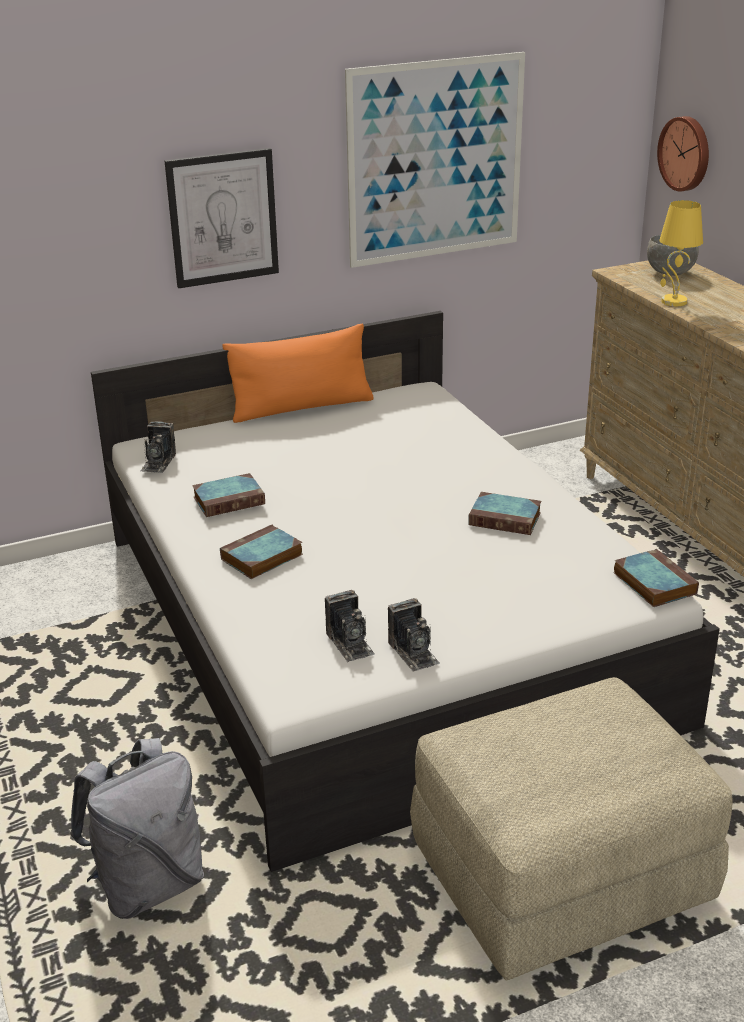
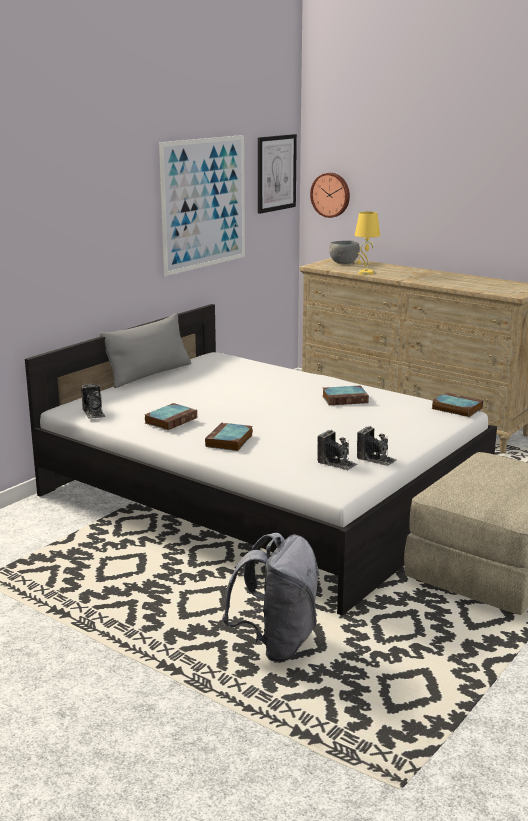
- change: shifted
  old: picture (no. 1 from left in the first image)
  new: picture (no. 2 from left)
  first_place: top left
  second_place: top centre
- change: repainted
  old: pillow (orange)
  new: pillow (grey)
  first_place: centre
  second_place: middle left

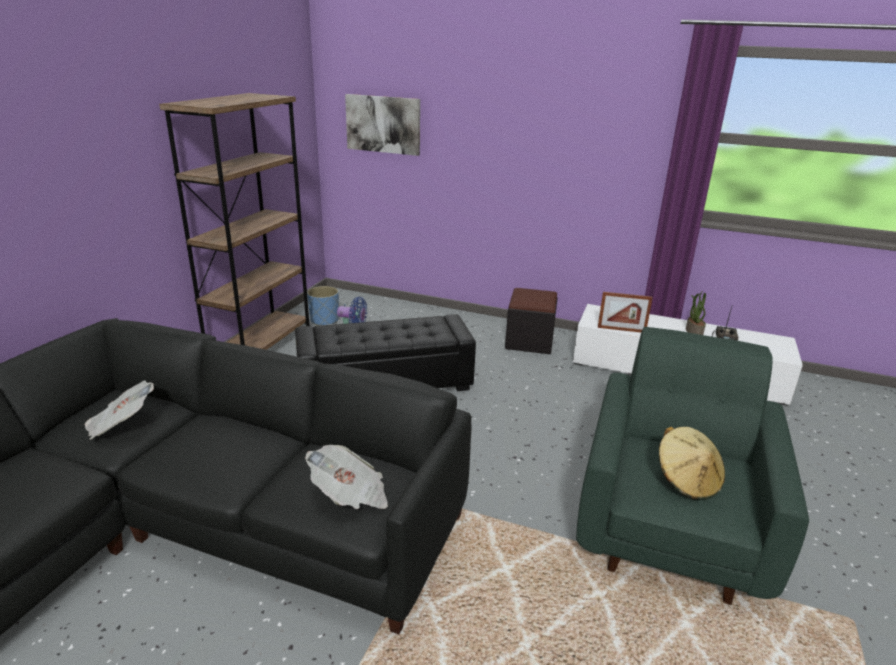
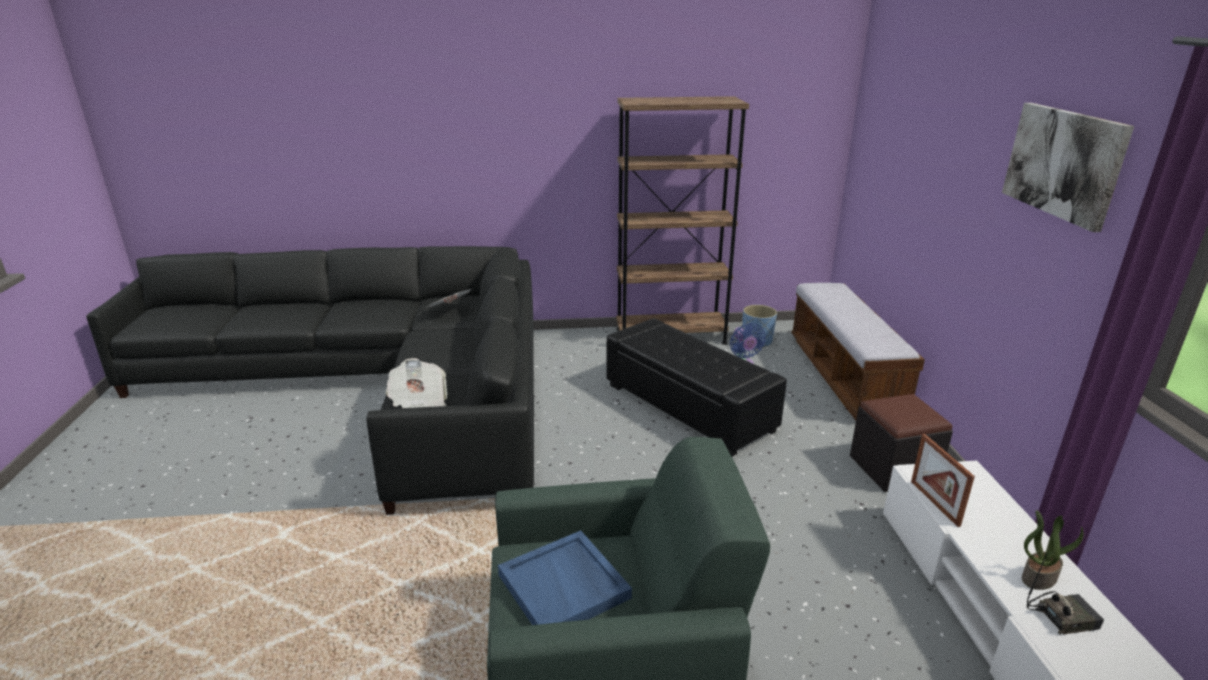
- change: new
  new: bench
  second_place: middle right
- change: shifted
  old: picture
  first_place: top centre
  second_place: top right
- change: swapped
  old: hat (beige)
  new: tray (blue)
  first_place: bottom right
  second_place: bottom centre

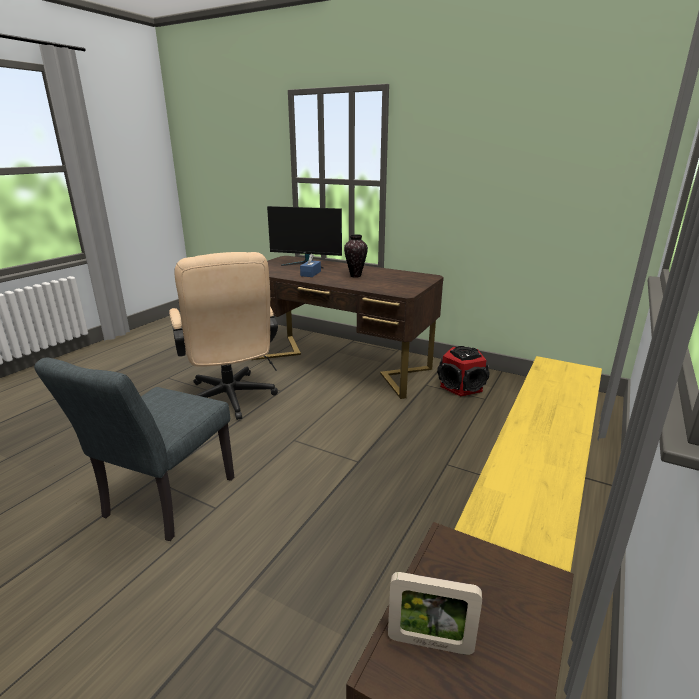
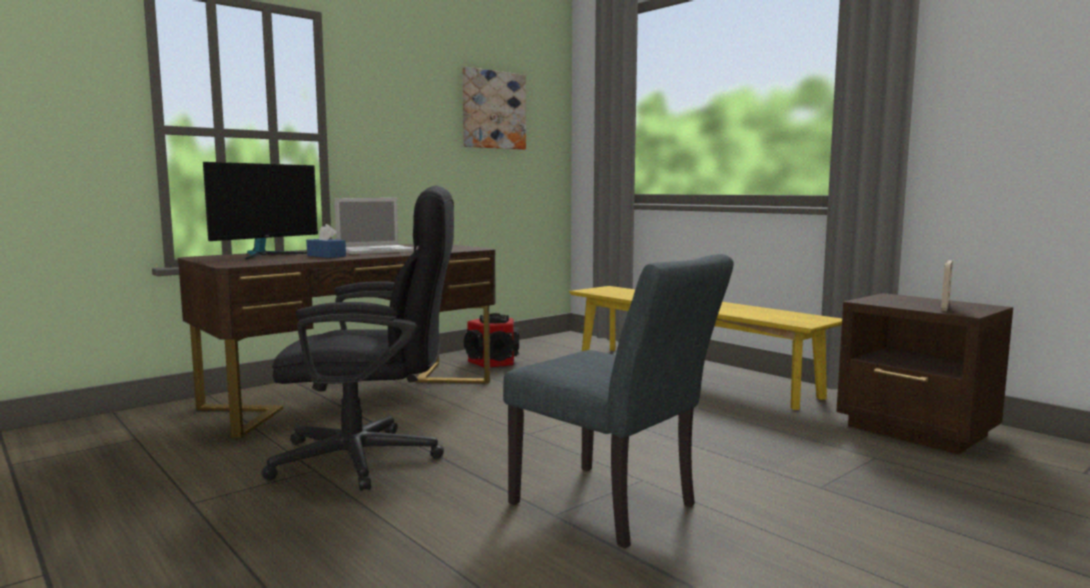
- change: new
  new: picture
  second_place: top centre
- change: swapped
  old: vase
  new: laptop
  first_place: centre
  second_place: centre
- change: repainted
  old: office chair (beige)
  new: office chair (black)
  first_place: middle left
  second_place: middle left

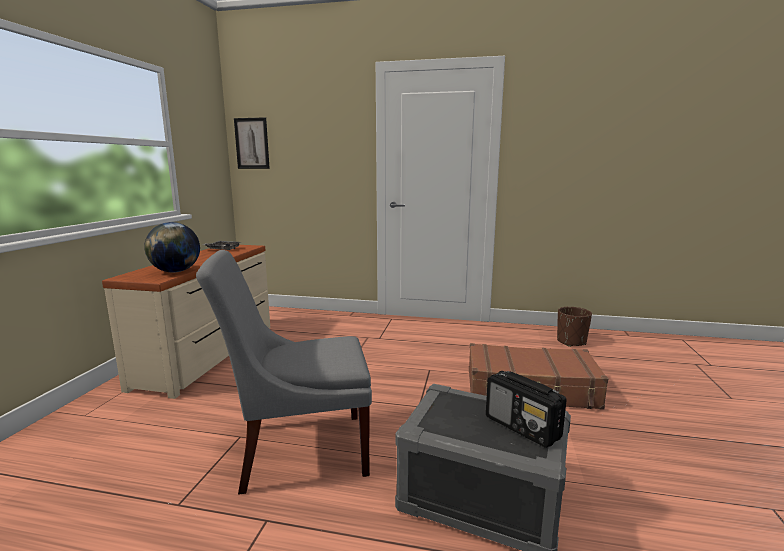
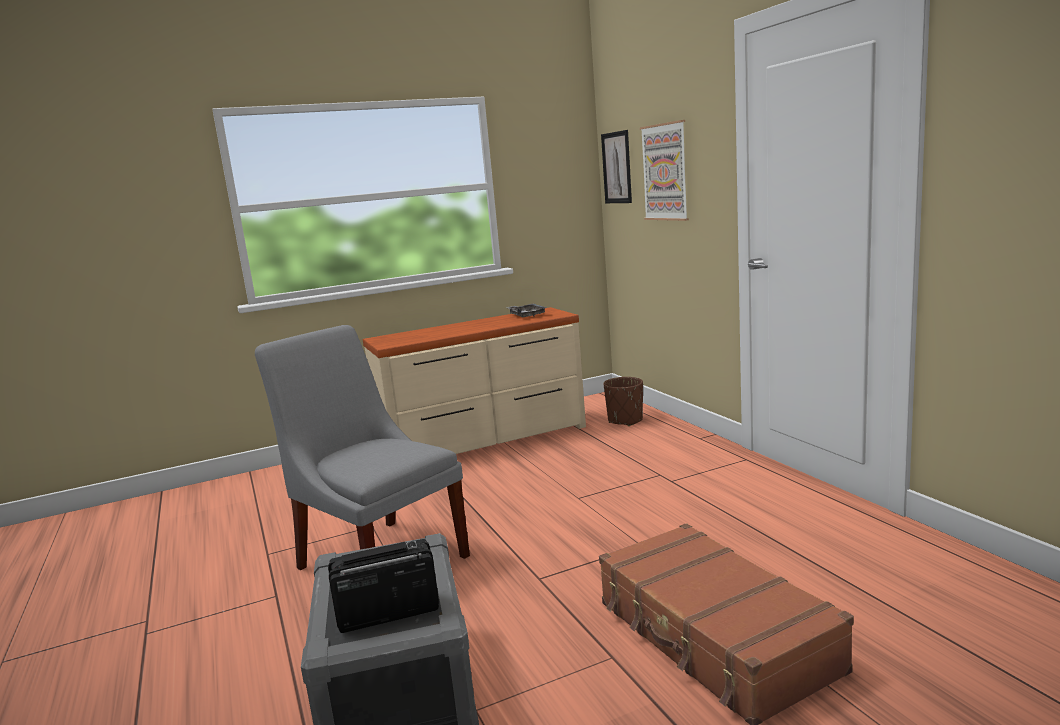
- change: gone
  old: globe
  first_place: middle left
- change: new
  new: picture (no. 2 from left)
  second_place: top centre
- change: shifted
  old: planter (brown)
  first_place: middle right
  second_place: centre
- change: rotated
  old: radio
  first_place: bottom right
  second_place: bottom centre
  degrees: 60

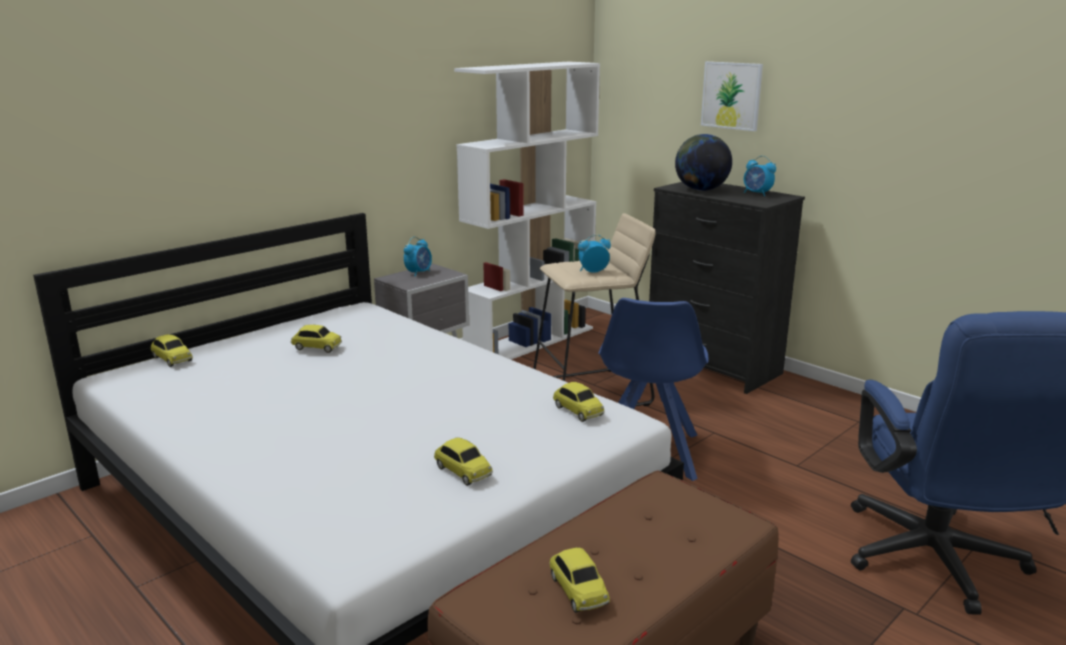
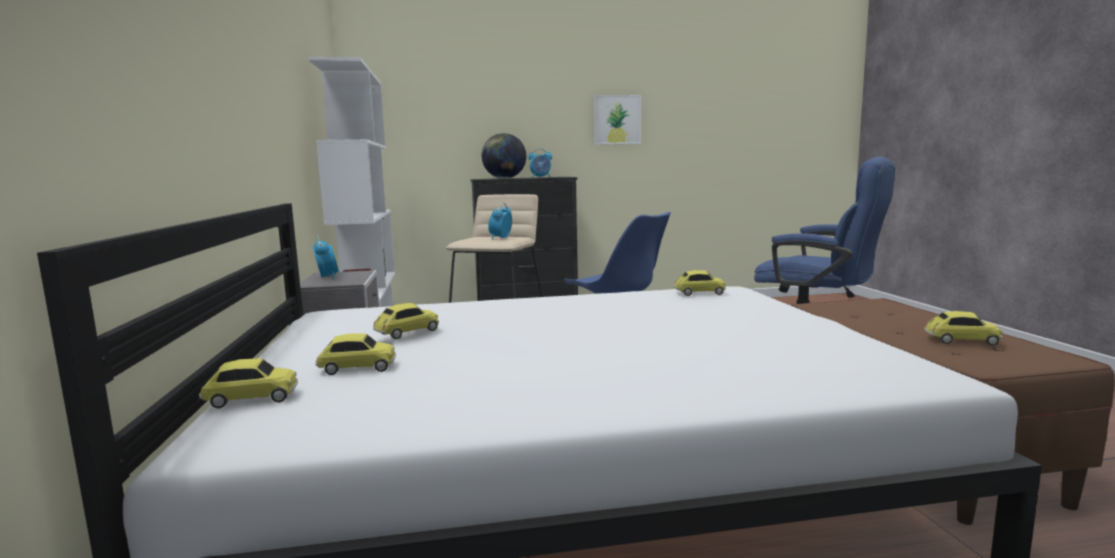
- change: shifted
  old: toy car (no. 3 from left in the first image)
  new: toy car (no. 2 from left)
  first_place: bottom centre
  second_place: middle left
- change: shifted
  old: picture
  first_place: top right
  second_place: top centre

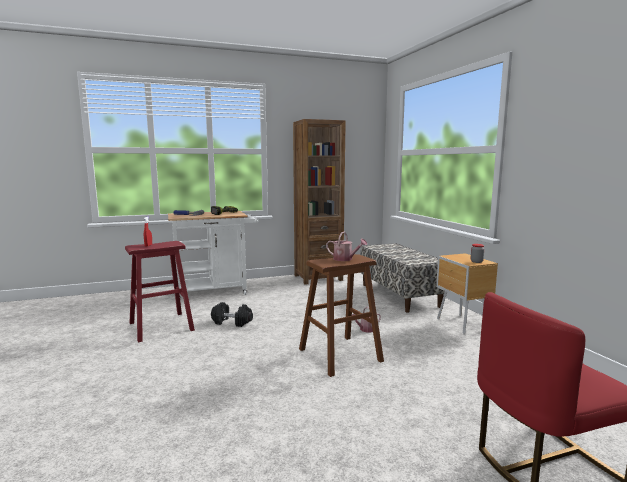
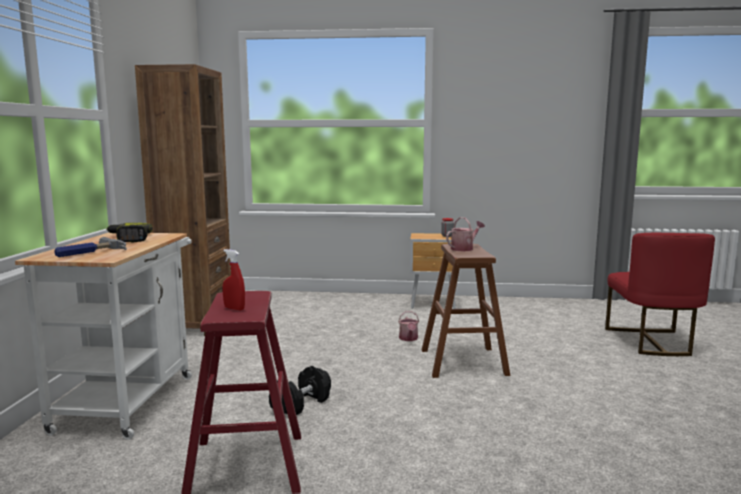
- change: gone
  old: bench
  first_place: centre

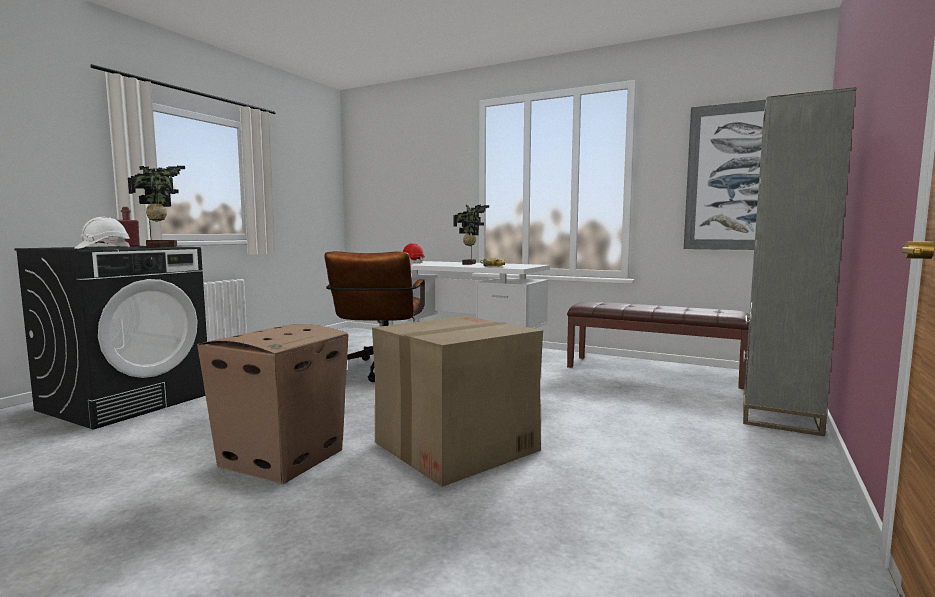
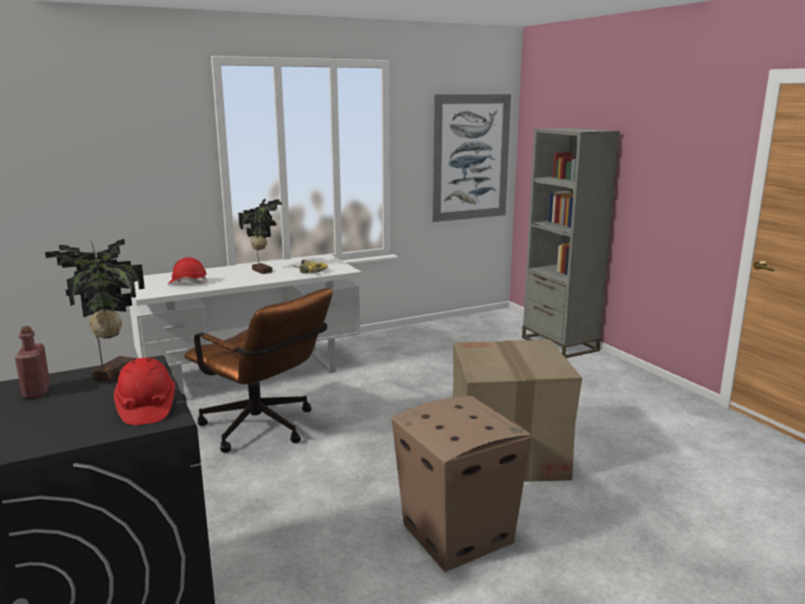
- change: gone
  old: bench (brown)
  first_place: middle right
- change: repainted
  old: hard hat (white)
  new: hard hat (red) (no. 1 from left)
  first_place: middle left
  second_place: middle left

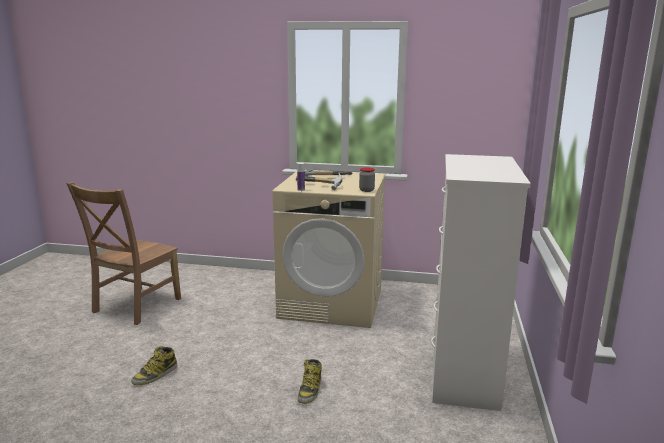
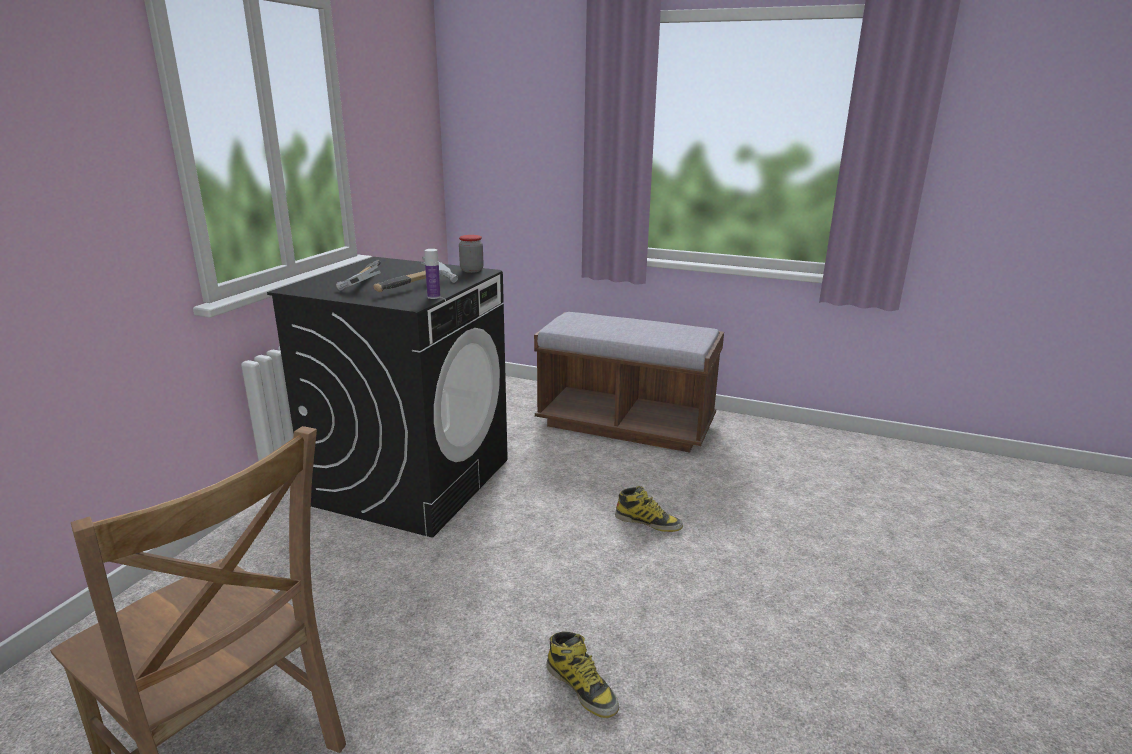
- change: swapped
  old: dresser (white)
  new: bench (brown)
  first_place: middle right
  second_place: centre
- change: repainted
  old: washing machine (beige)
  new: washing machine (black)
  first_place: centre
  second_place: centre

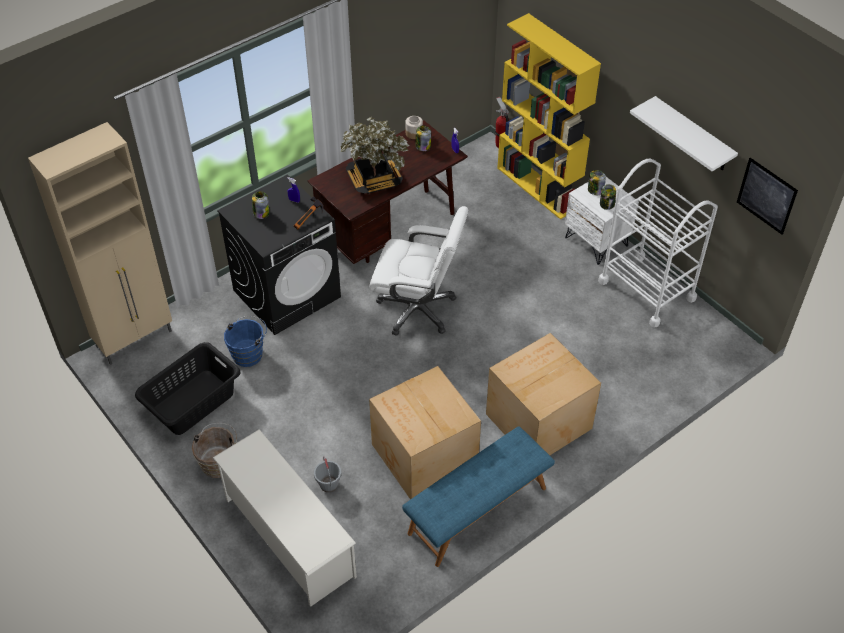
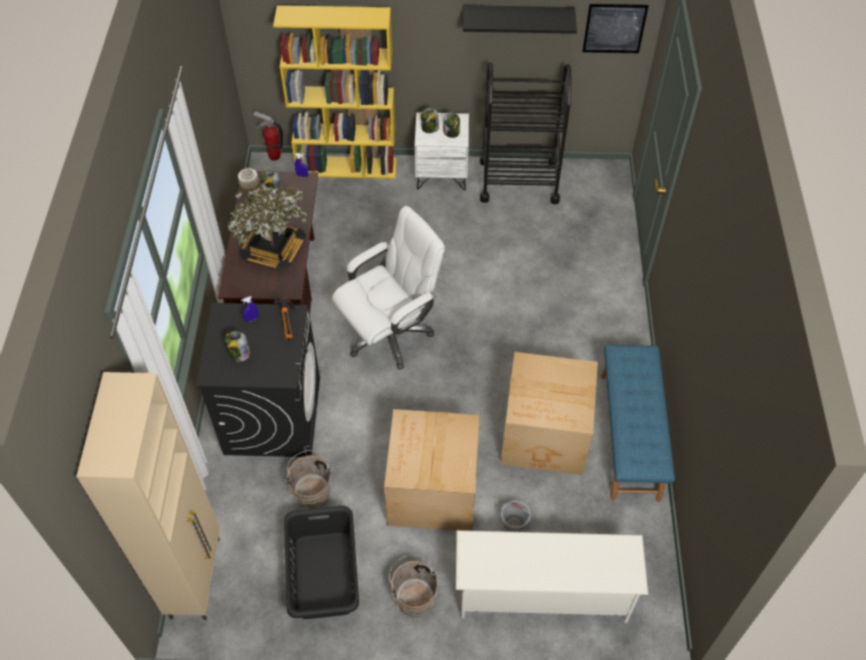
- change: shifted
  old: cardboard box (no. 2 from left in the first image)
  new: cardboard box (no. 1 from left)
  first_place: centre
  second_place: bottom centre
- change: repainted
  old: bucket (blue)
  new: bucket (brown) (no. 1 from left)
  first_place: middle left
  second_place: bottom centre
- change: repainted
  old: cart (white)
  new: cart (black)
  first_place: middle right
  second_place: top centre
- change: repainted
  old: shelf (white)
  new: shelf (black)
  first_place: top right
  second_place: top centre

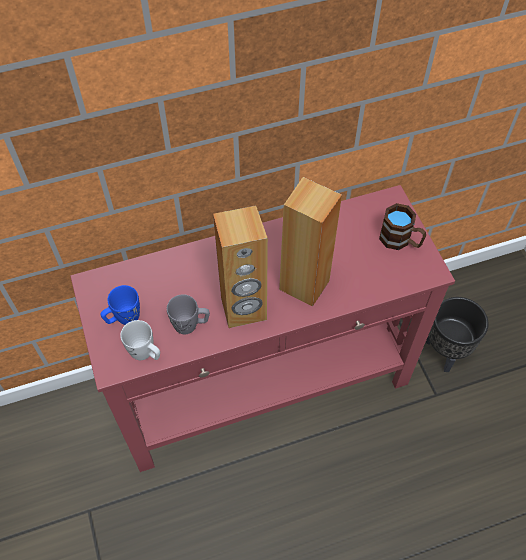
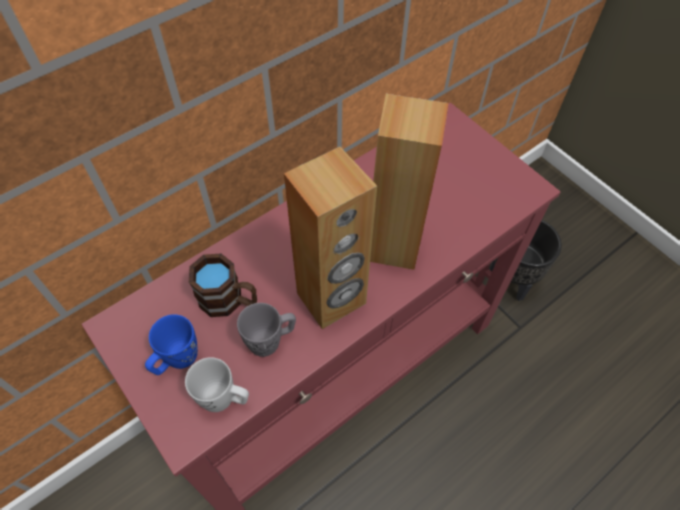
- change: shifted
  old: mug (brown)
  first_place: middle right
  second_place: middle left

